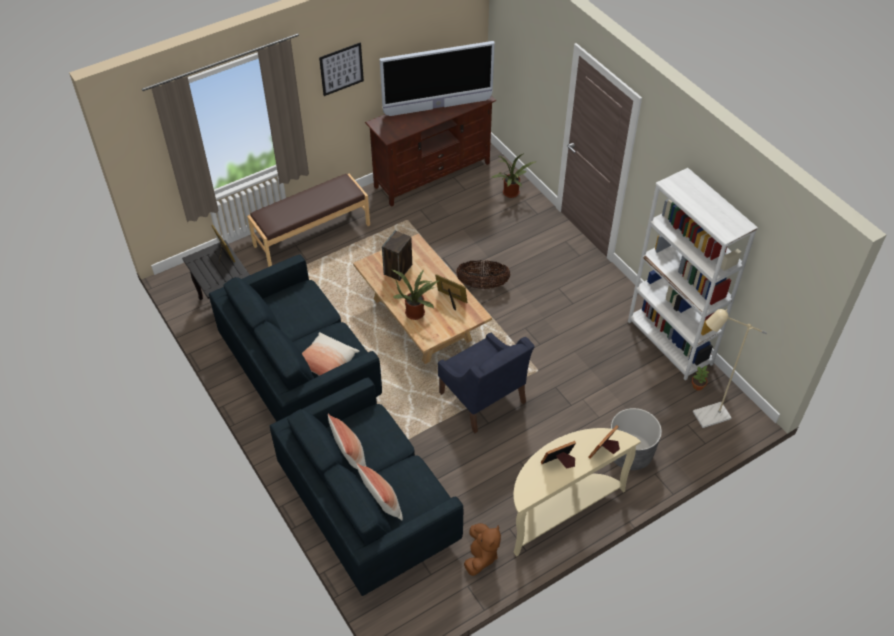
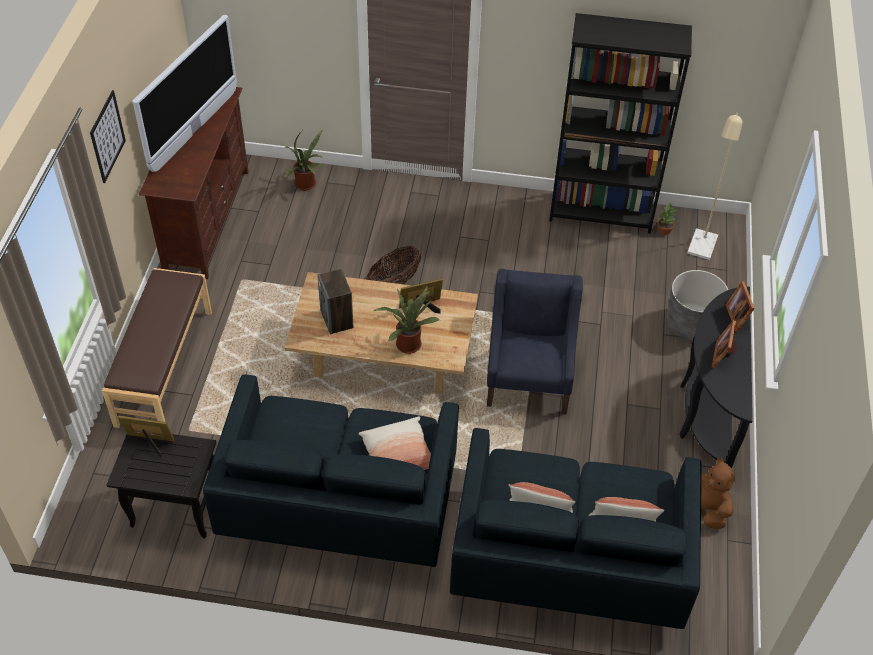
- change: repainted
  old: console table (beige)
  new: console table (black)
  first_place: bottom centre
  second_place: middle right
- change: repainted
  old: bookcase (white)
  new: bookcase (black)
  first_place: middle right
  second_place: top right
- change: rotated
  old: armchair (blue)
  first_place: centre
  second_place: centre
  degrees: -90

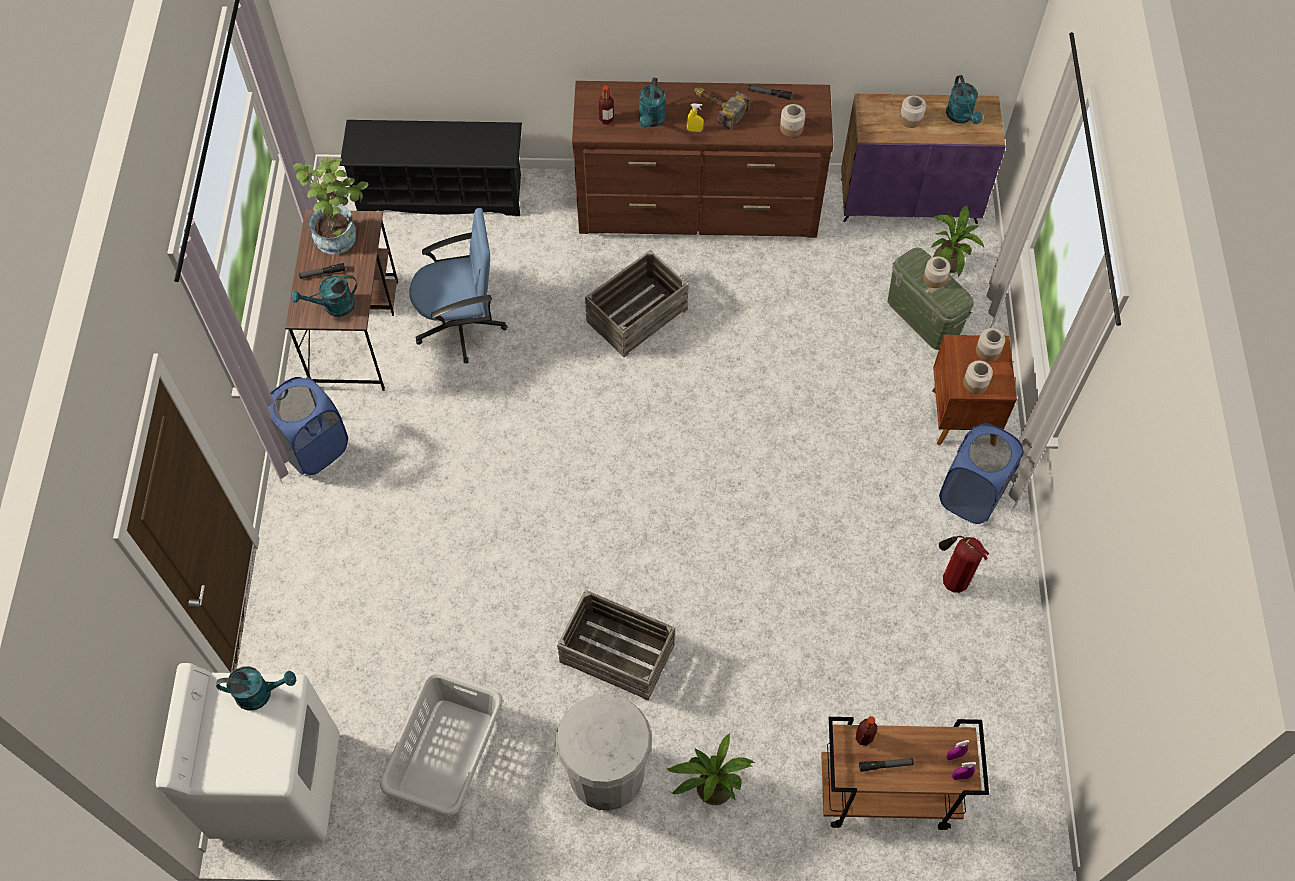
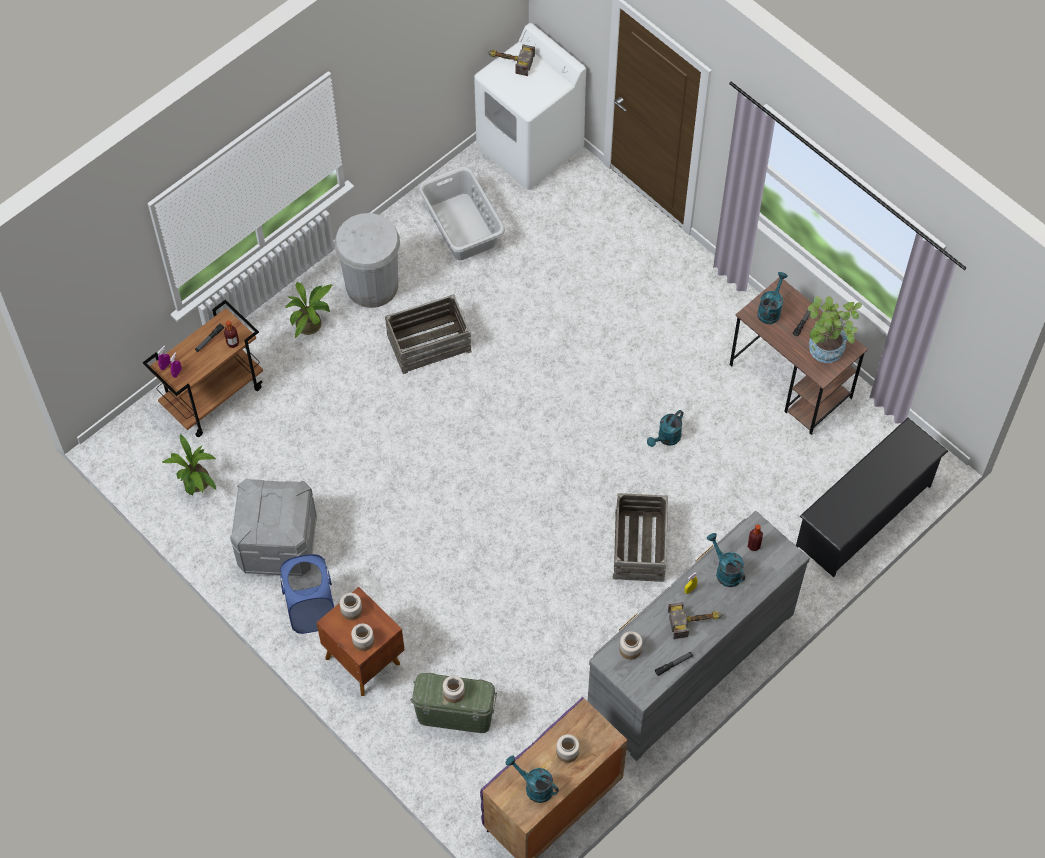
- change: gone
  old: laundry basket (blue) (no. 1 from left)
  first_place: middle left
- change: gone
  old: office chair (blue)
  first_place: top centre
- change: new
  new: hammer (no. 1 from left)
  second_place: top centre
- change: shifted
  old: watering can (turquoise) (no. 1 from left in the first image)
  new: watering can (turquoise) (no. 2 from left)
  first_place: bottom left
  second_place: centre
- change: shifted
  old: potted plant (no. 3 from left in the first image)
  new: potted plant (no. 1 from left)
  first_place: top right
  second_place: middle left
- change: swapped
  old: fire extinguisher
  new: storage box (grey)
  first_place: middle right
  second_place: middle left
- change: repainted
  old: dresser (brown)
  new: dresser (grey)
  first_place: top centre
  second_place: bottom right

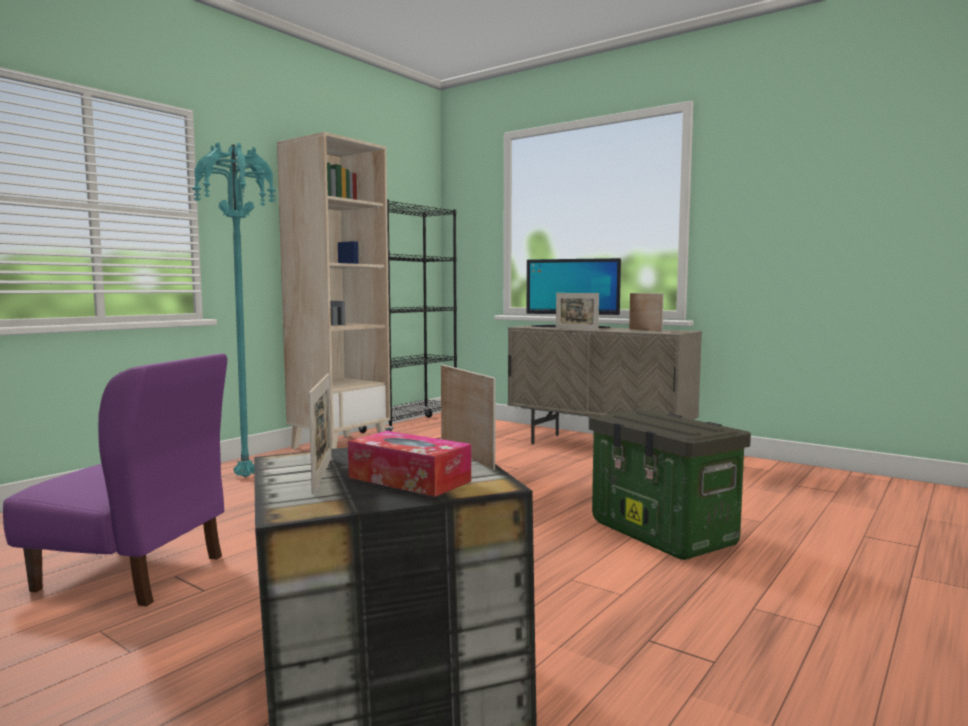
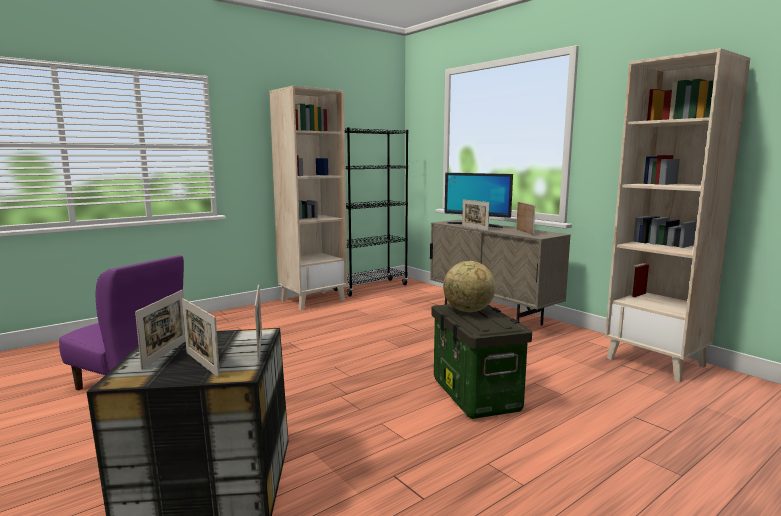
- change: gone
  old: floor lamp (turquoise)
  first_place: middle left
- change: new
  new: globe
  second_place: centre
- change: new
  new: bookcase (beige) (no. 2 from left)
  second_place: middle right
- change: swapped
  old: tissue box
  new: picture frame (no. 2 from left)
  first_place: centre
  second_place: middle left

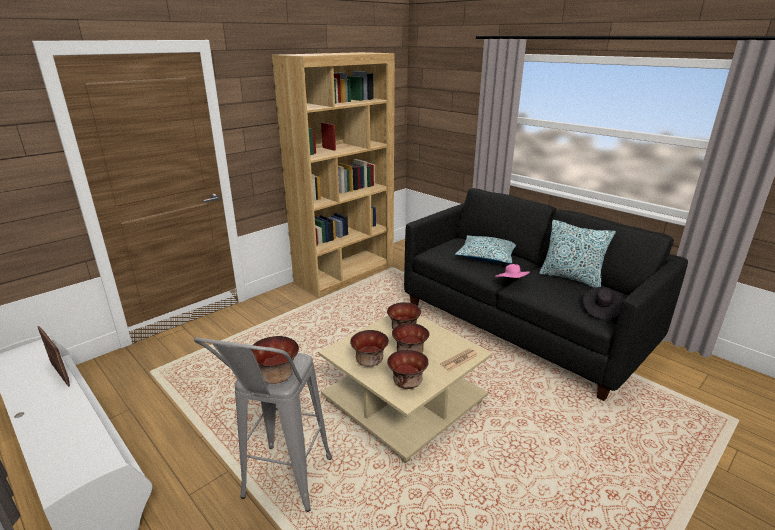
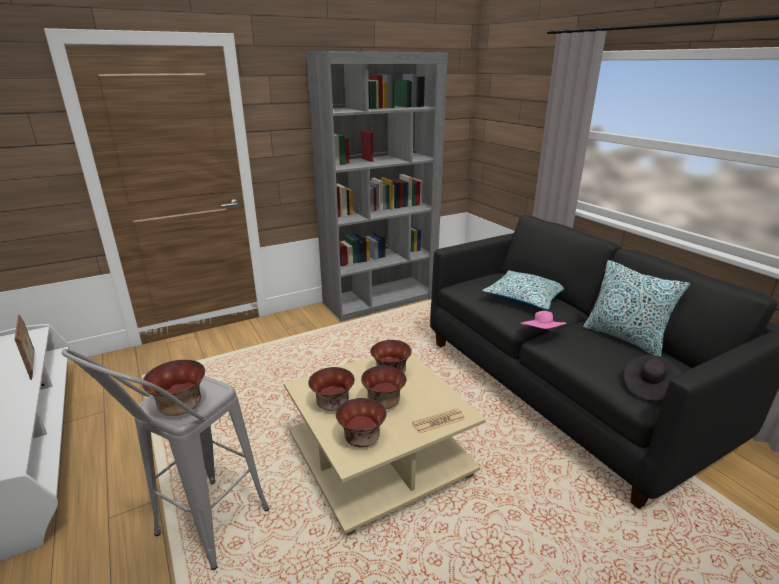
- change: repainted
  old: bookcase (brown)
  new: bookcase (grey)
  first_place: top centre
  second_place: top centre

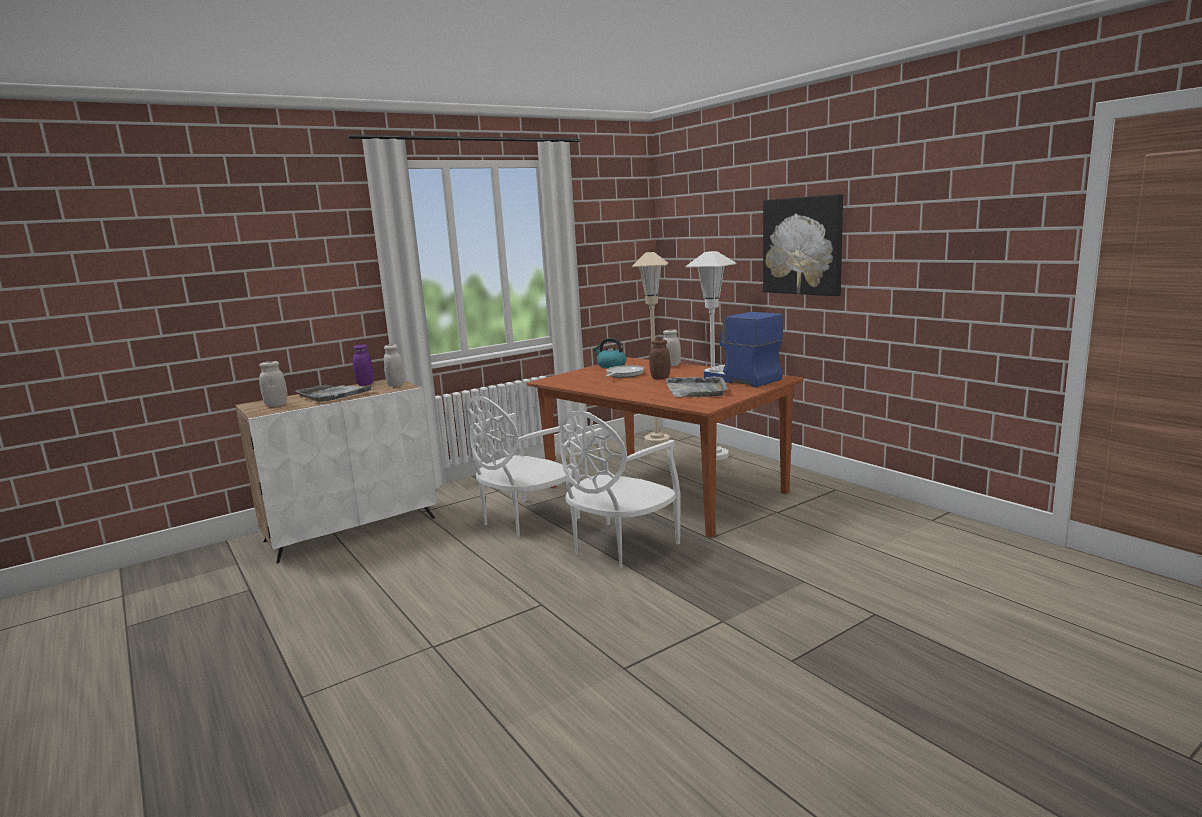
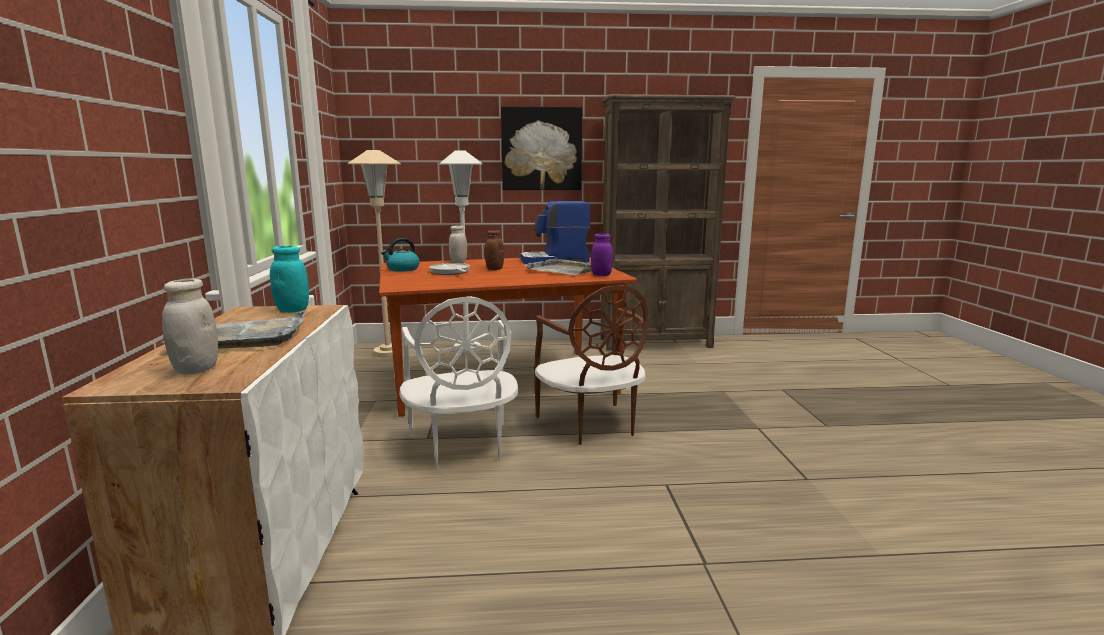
- change: new
  new: bookcase (brown)
  second_place: centre
- change: shifted
  old: jar (purple)
  first_place: middle left
  second_place: centre
- change: repainted
  old: jar (white) (no. 2 from left)
  new: jar (turquoise)
  first_place: middle left
  second_place: middle left
- change: repainted
  old: chair (white) (no. 2 from left)
  new: chair (brown)
  first_place: centre
  second_place: centre

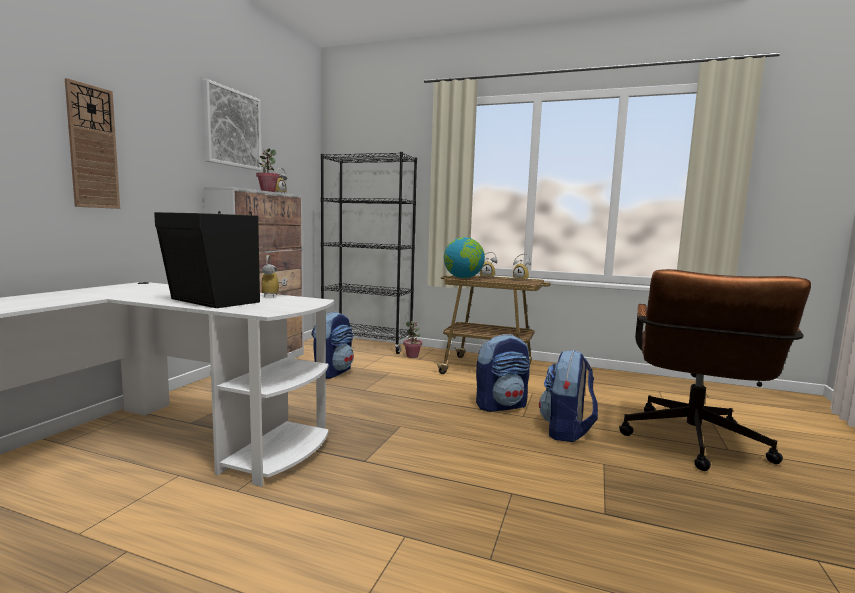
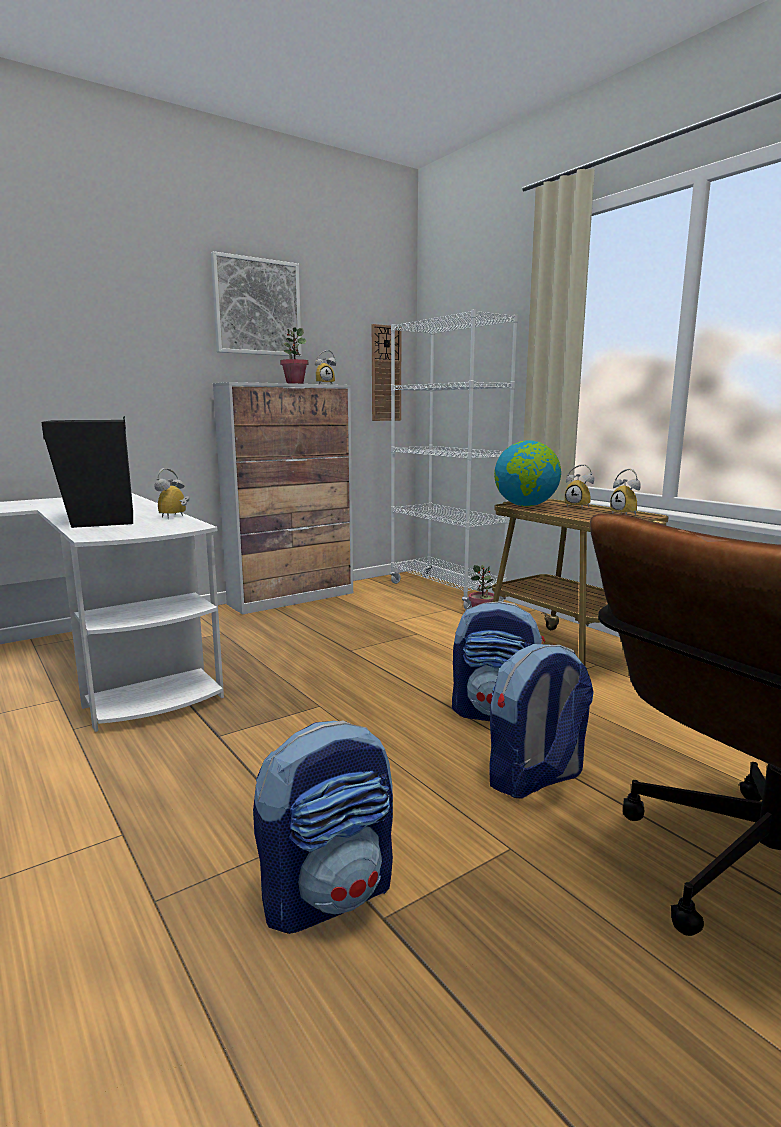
- change: shifted
  old: wall clock
  first_place: top left
  second_place: top centre
- change: shifted
  old: backpack (no. 1 from left)
  first_place: centre
  second_place: bottom centre
- change: repainted
  old: bookcase (black)
  new: bookcase (white)
  first_place: centre
  second_place: centre

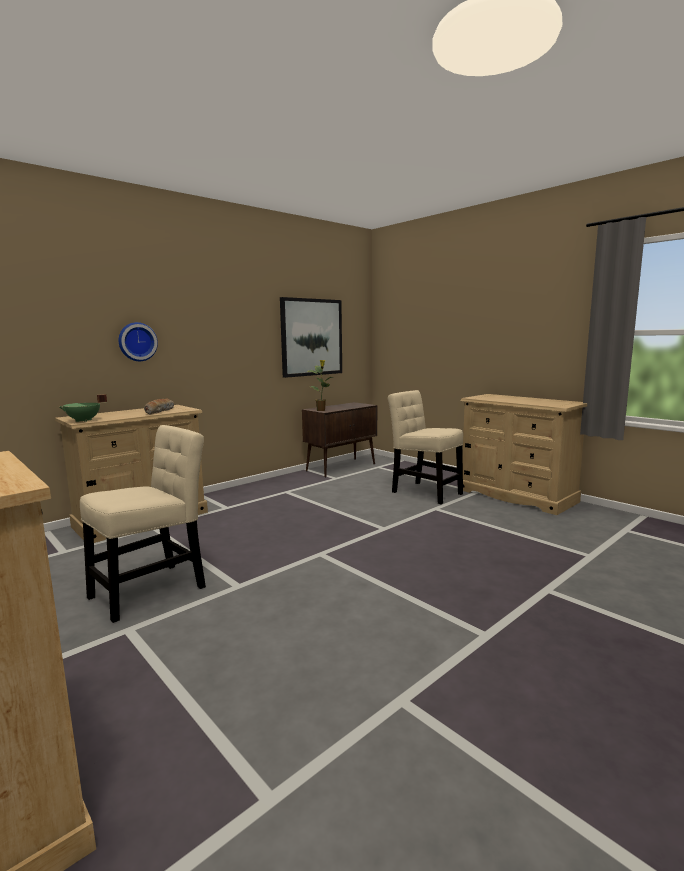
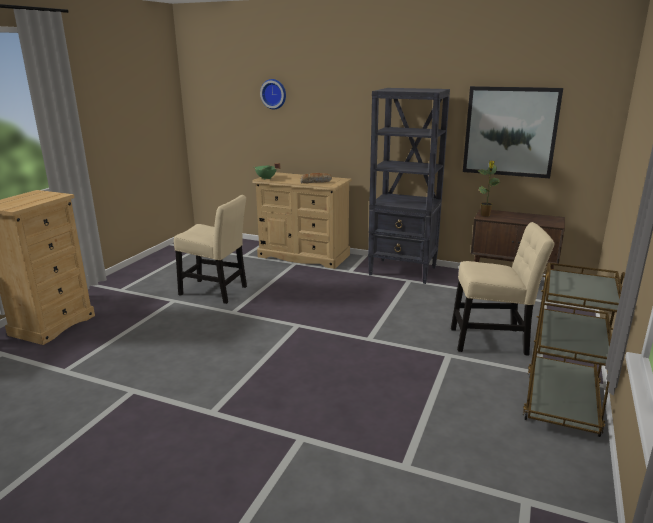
- change: new
  new: bookcase (black)
  second_place: centre
- change: shifted
  old: wall clock
  first_place: middle left
  second_place: top centre
- change: swapped
  old: dresser (beige) (no. 3 from left)
  new: cart (brown)
  first_place: middle right
  second_place: bottom right
- change: rotated
  old: chair (beige) (no. 2 from left)
  first_place: centre
  second_place: middle right
  degrees: 75

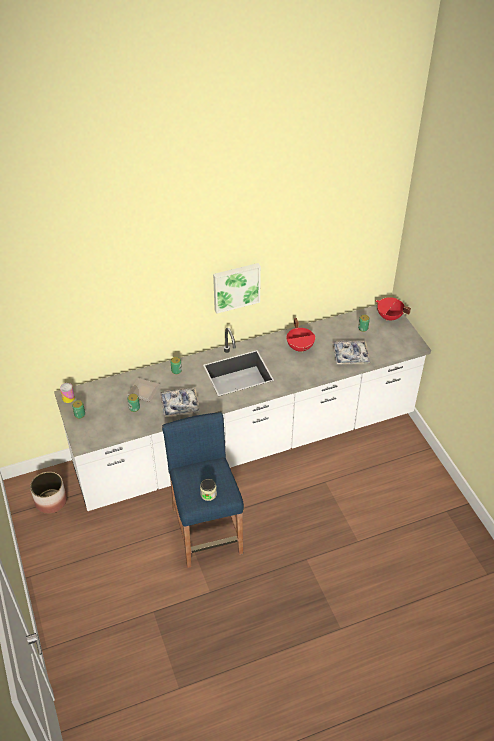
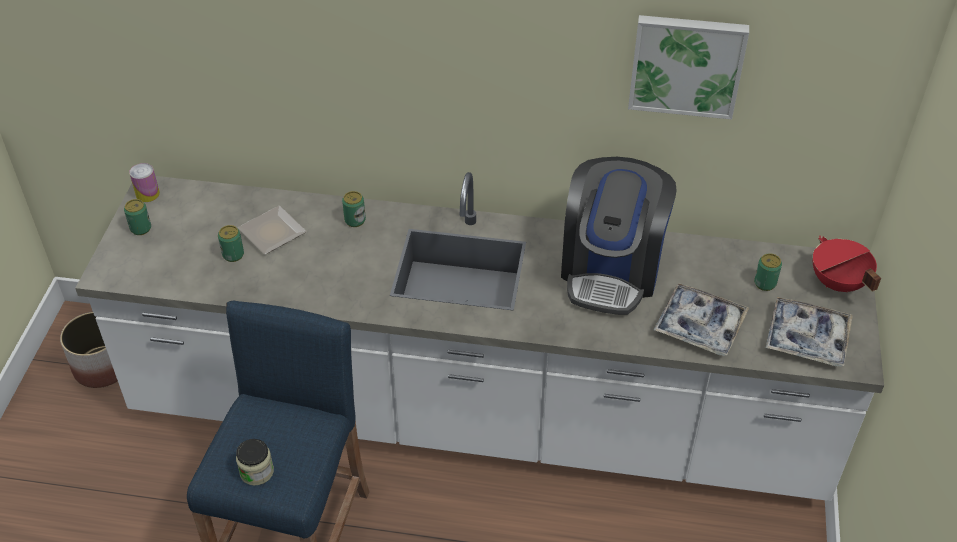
- change: shifted
  old: tray (no. 1 from left in the first image)
  new: tray (no. 2 from left)
  first_place: centre
  second_place: middle right
- change: shifted
  old: picture
  first_place: centre
  second_place: top right
- change: swapped
  old: cooking pot (red) (no. 1 from left)
  new: coffee machine
  first_place: centre
  second_place: centre

